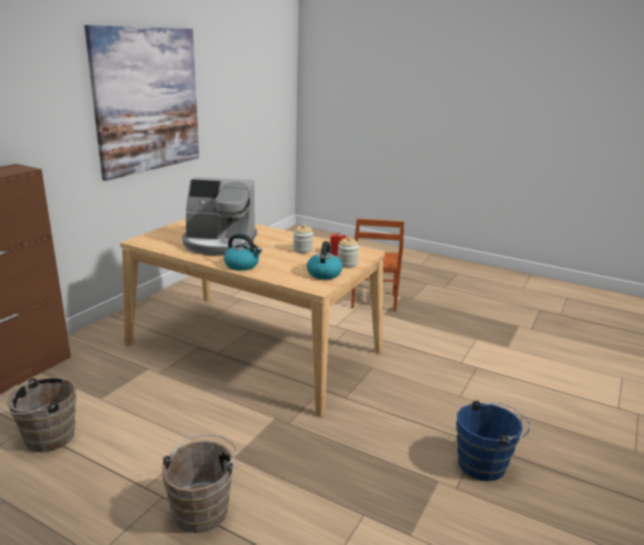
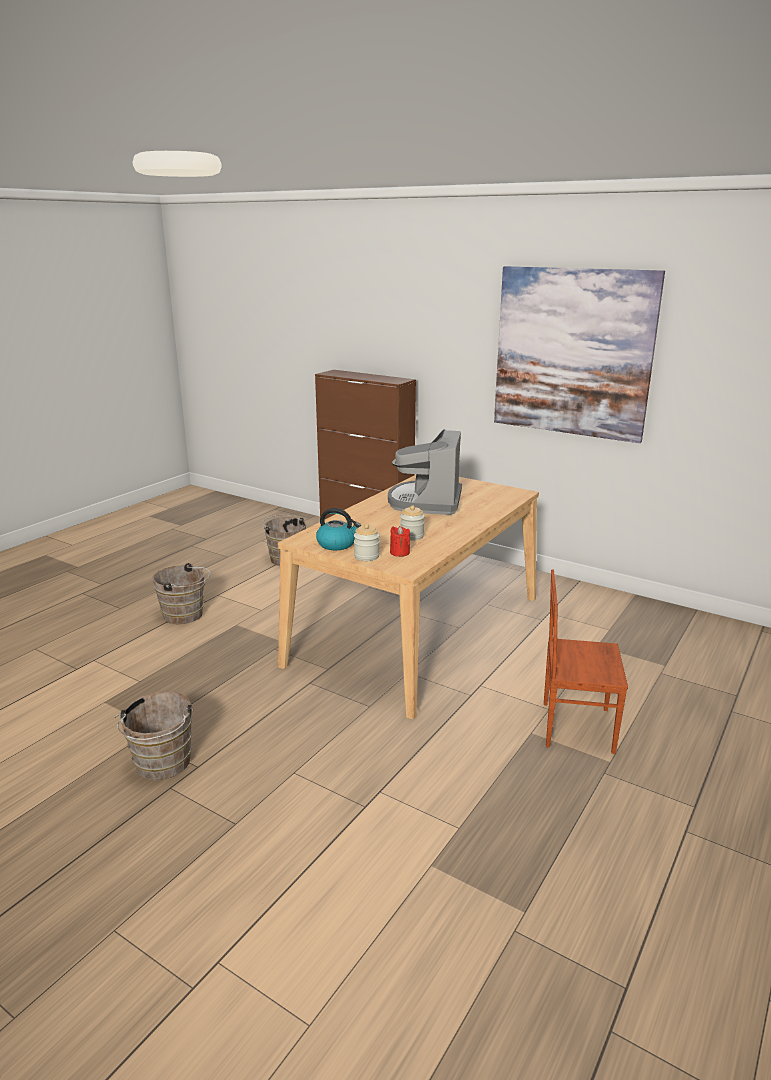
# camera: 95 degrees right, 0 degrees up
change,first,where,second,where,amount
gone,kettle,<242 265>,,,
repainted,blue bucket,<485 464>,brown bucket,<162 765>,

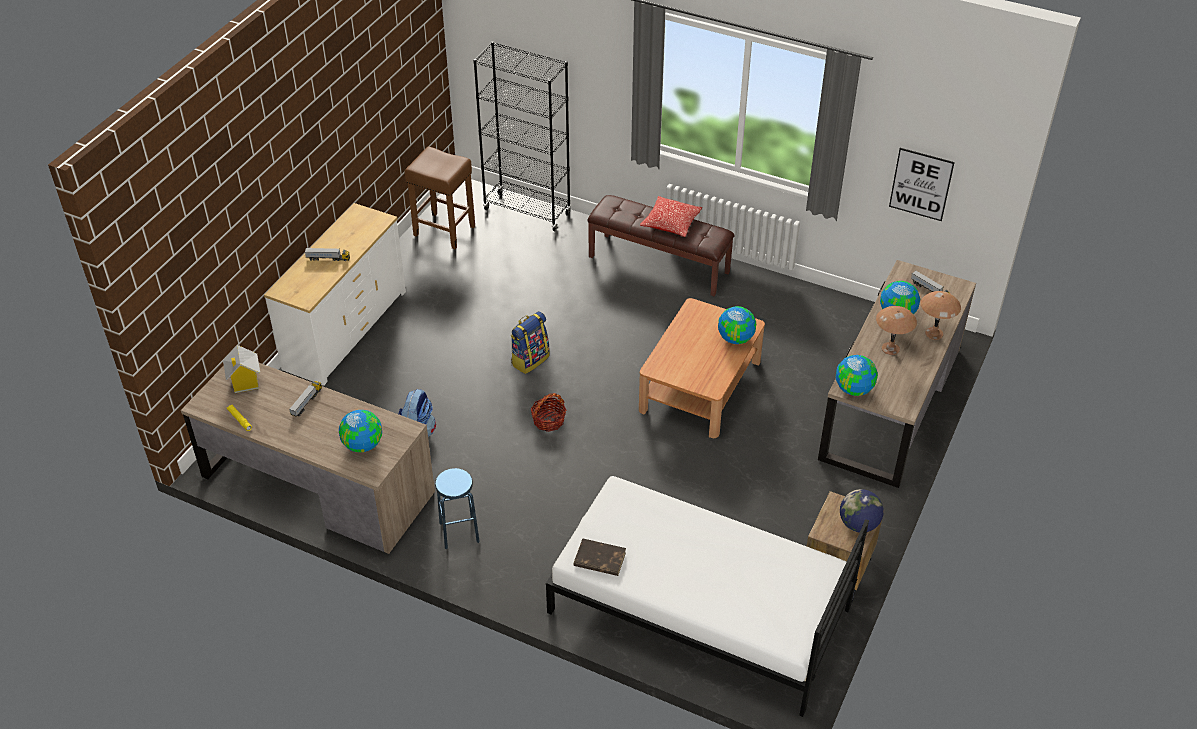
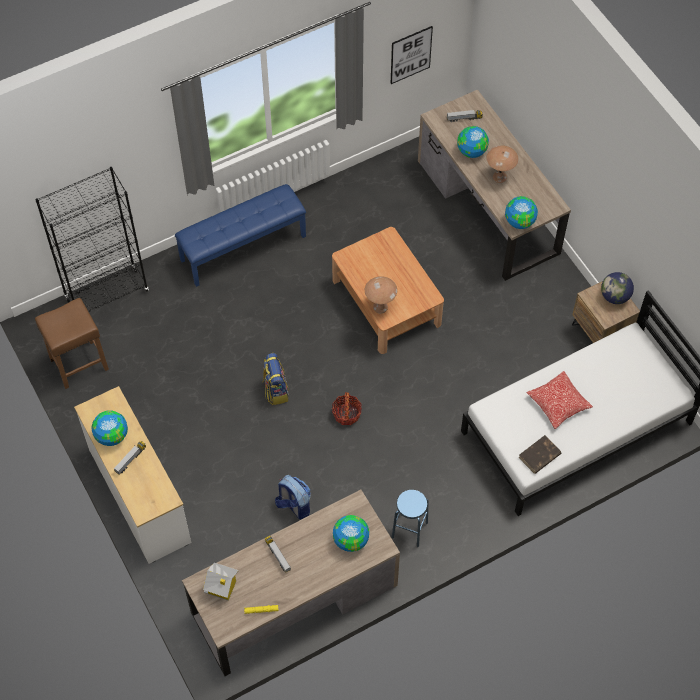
# camera: 55 degrees left, 15 degrees up
change,first,where,second,where,amount
repainted,brown bench,<659 264>,blue bench,<243 247>,
shifted,pillow,<671 223>,,<558 403>,
shifted,globe,<735 338>,,<111 436>,
shifted,brown table lamp,<934 333>,,<380 307>,

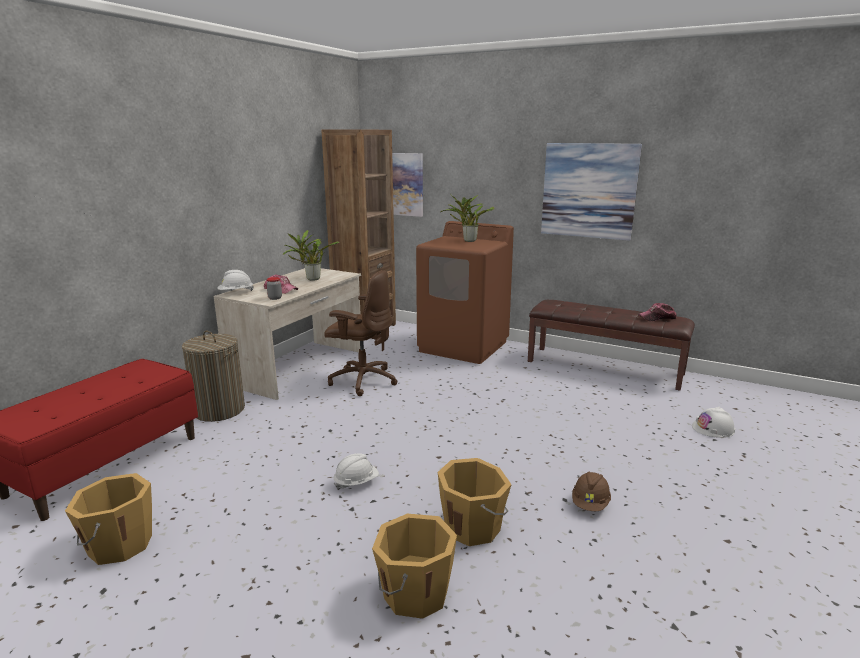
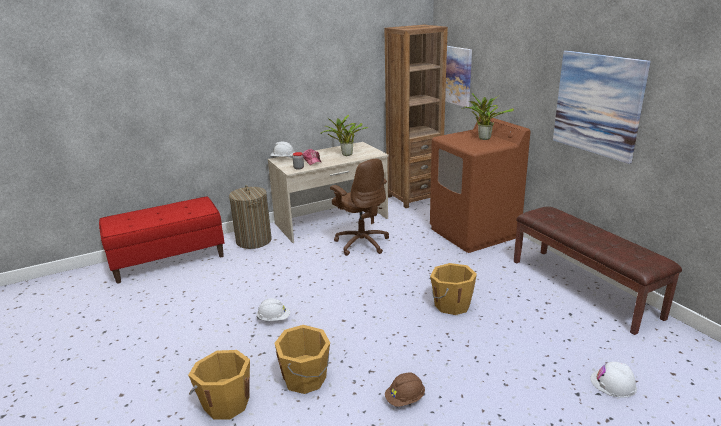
# camera: 35 degrees right, 5 degrees up
change,first,where,second,where,amount
shifted,orange bucket,<119 544>,,<451 304>,
gone,cap,<657 318>,,,

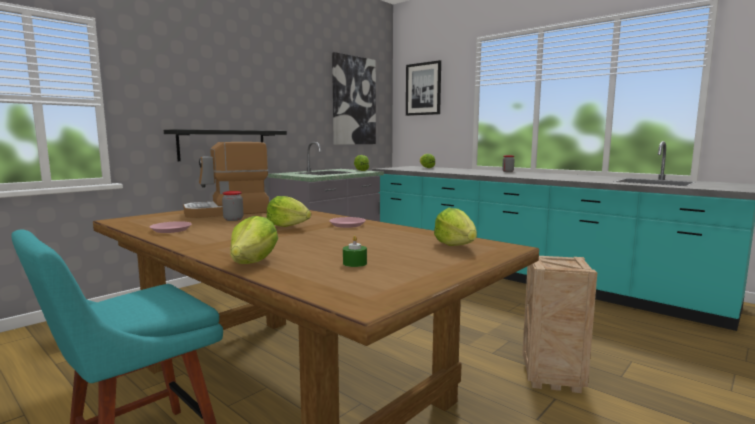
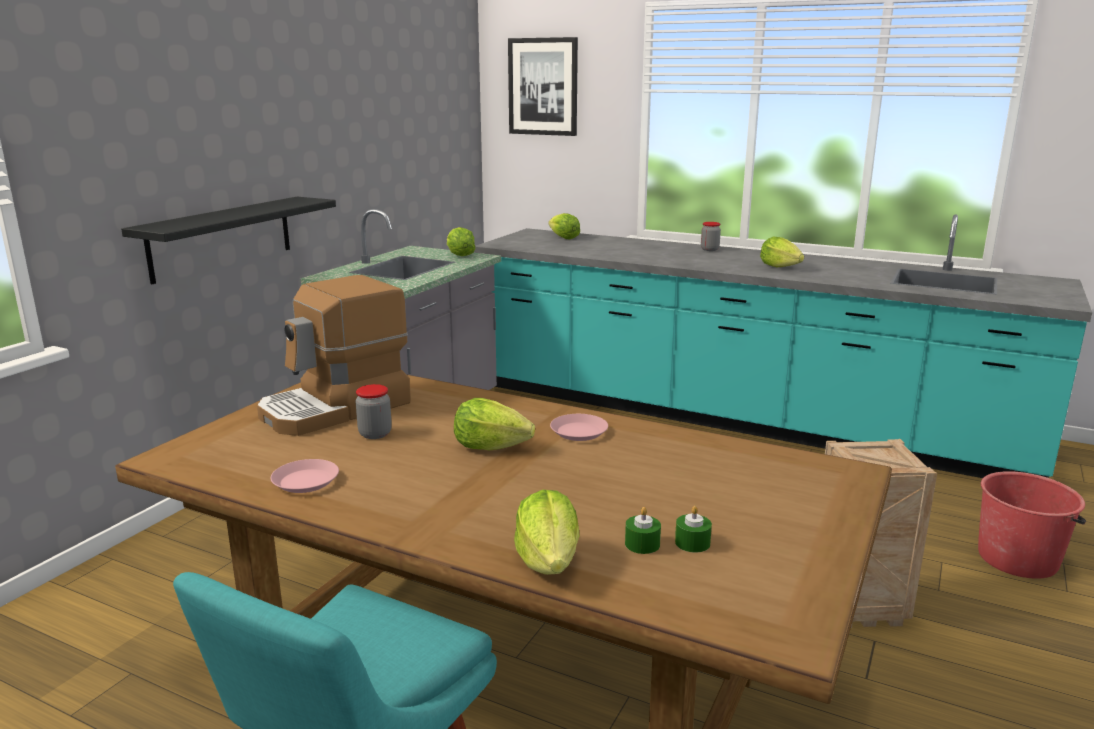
# camera: 15 degrees left, 10 degrees up
change,first,where,second,where,amount
gone,picture,<353 101>,,,
shifted,lettuce,<455 246>,,<780 267>,
new,,,green candle,<642 544>,
new,,,red bucket,<1018 558>,

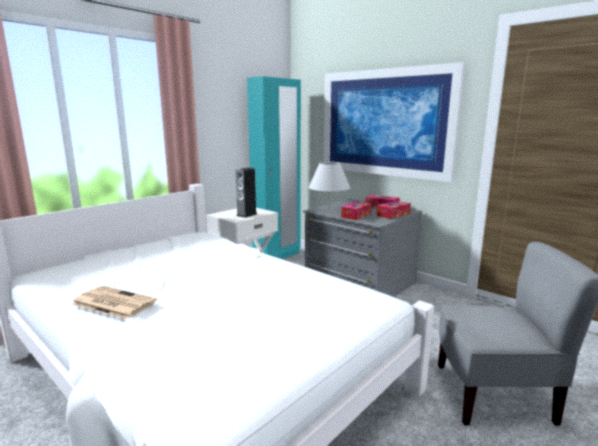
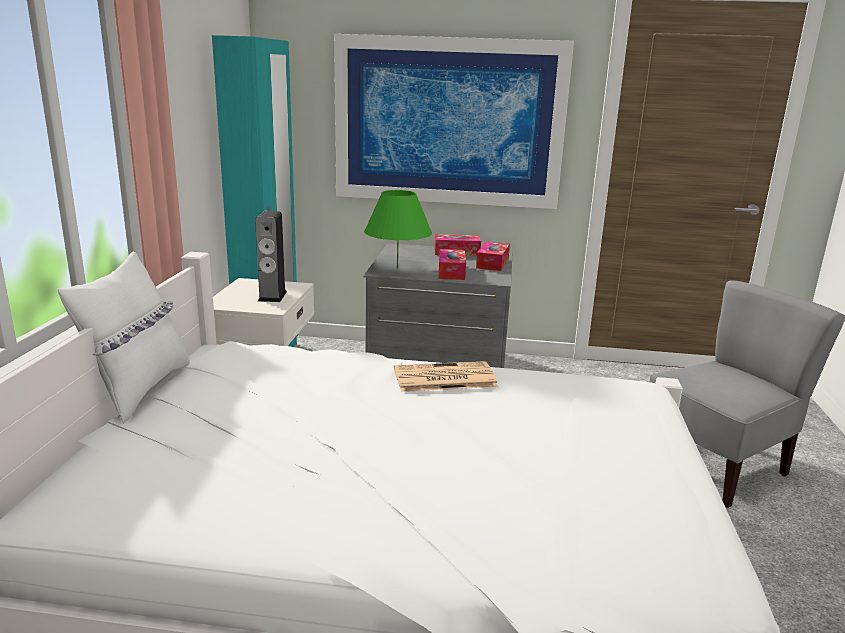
# camera: 35 degrees left, 5 degrees up
change,first,where,second,where,amount
shifted,newspaper,<112 303>,,<443 378>,
repainted,white table lamp,<328 209>,green table lamp,<397 267>,
new,,,white pillow,<139 389>,

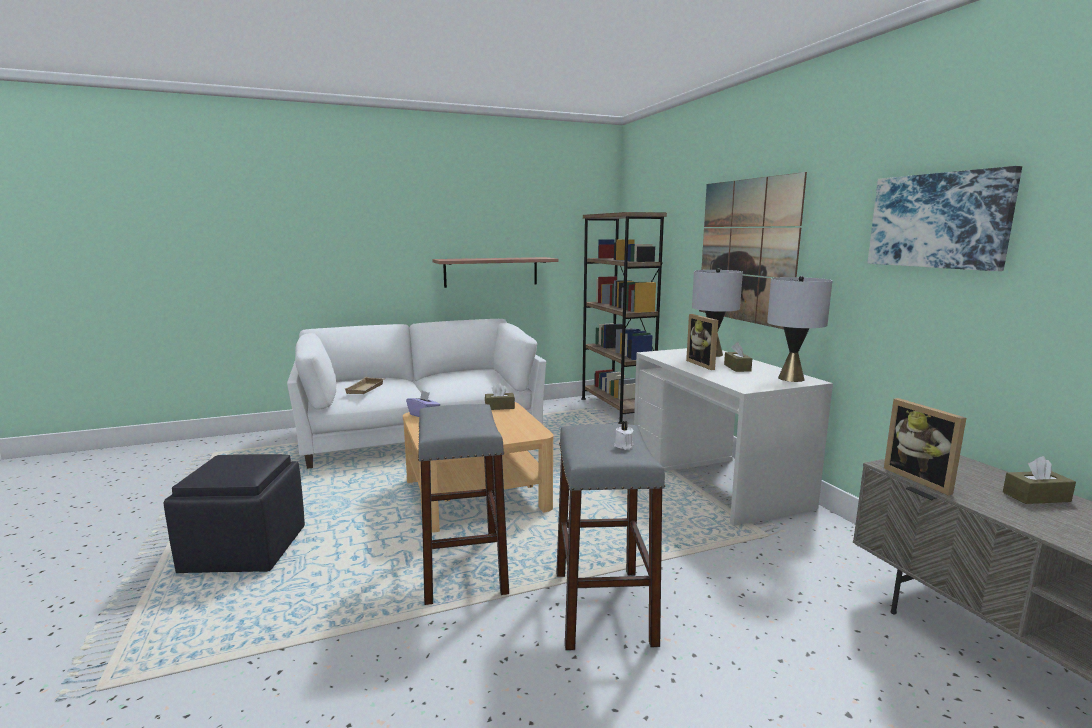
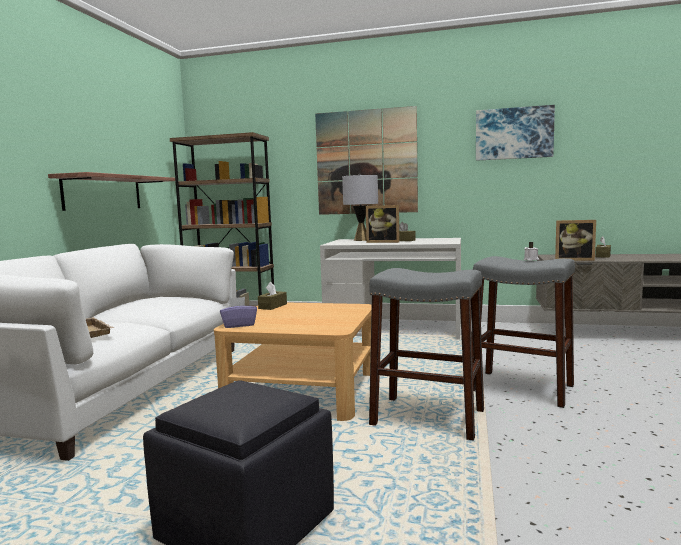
# camera: 55 degrees left, 5 degrees down
change,first,where,second,where,amount
gone,grey table lamp,<790 378>,,,

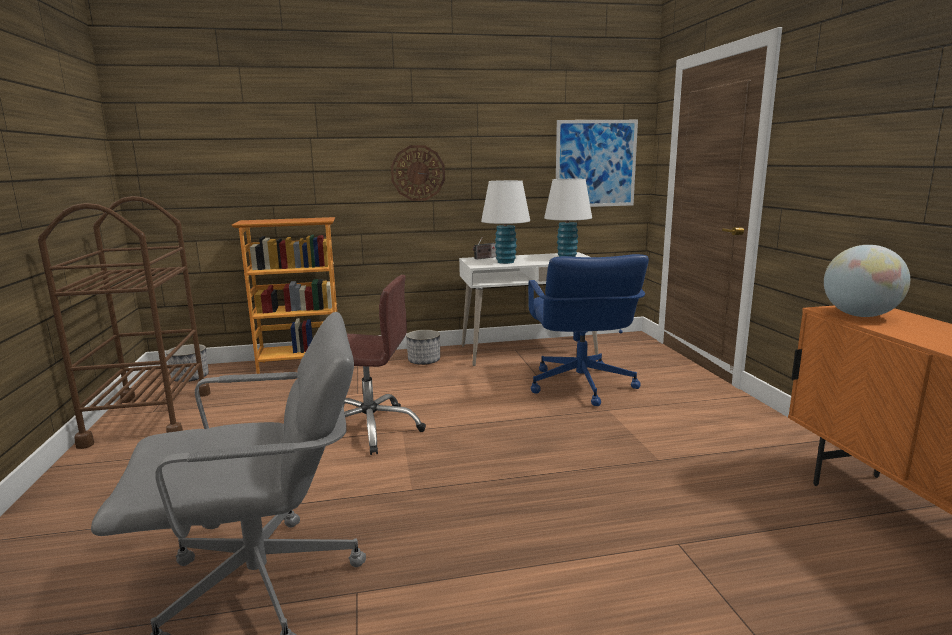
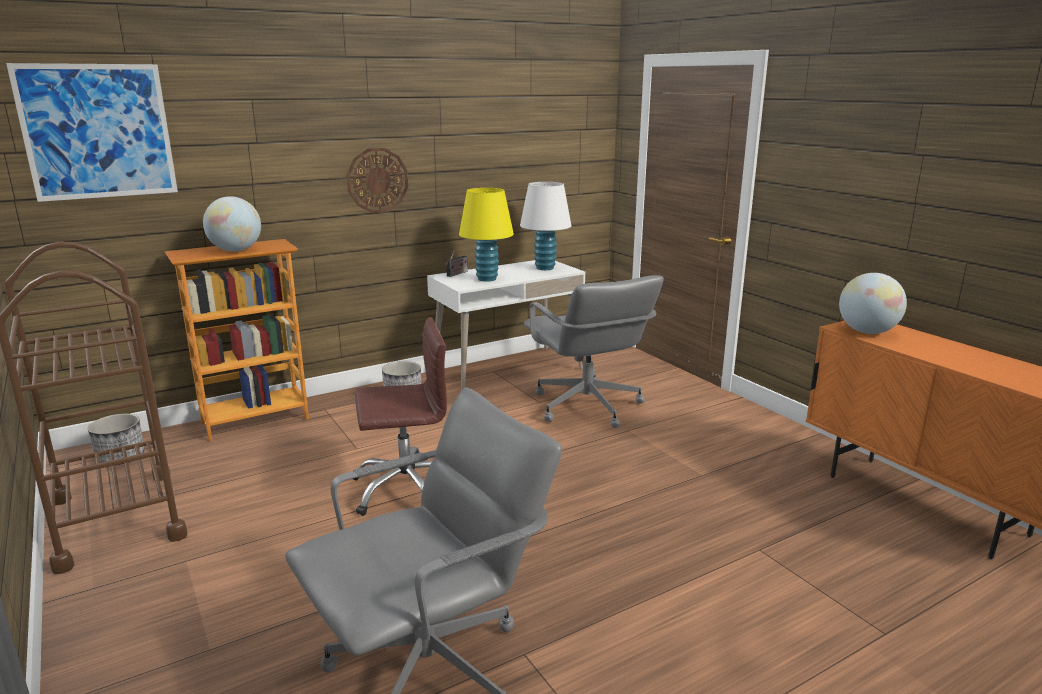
# camera: 20 degrees left, 5 degrees up
change,first,where,second,where,amount
repainted,white table lamp,<505 262>,yellow table lamp,<487 279>,
repainted,blue office chair,<580 386>,grey office chair,<586 407>,
shifted,picture,<595 164>,,<98 132>,
new,,,globe,<236 250>,

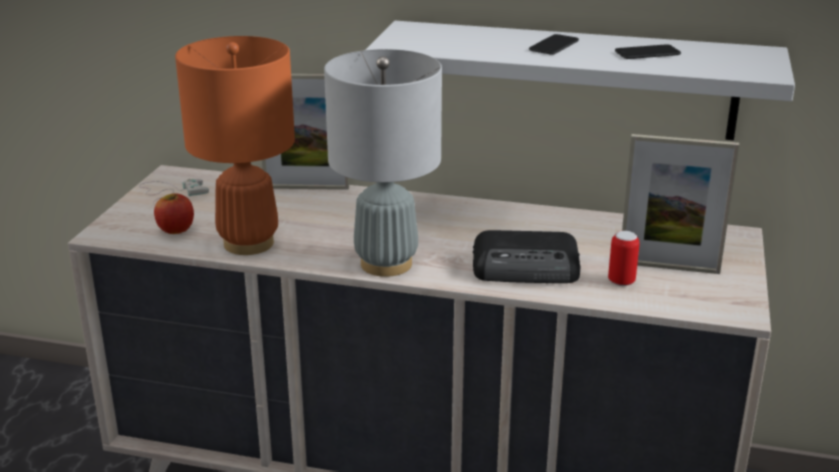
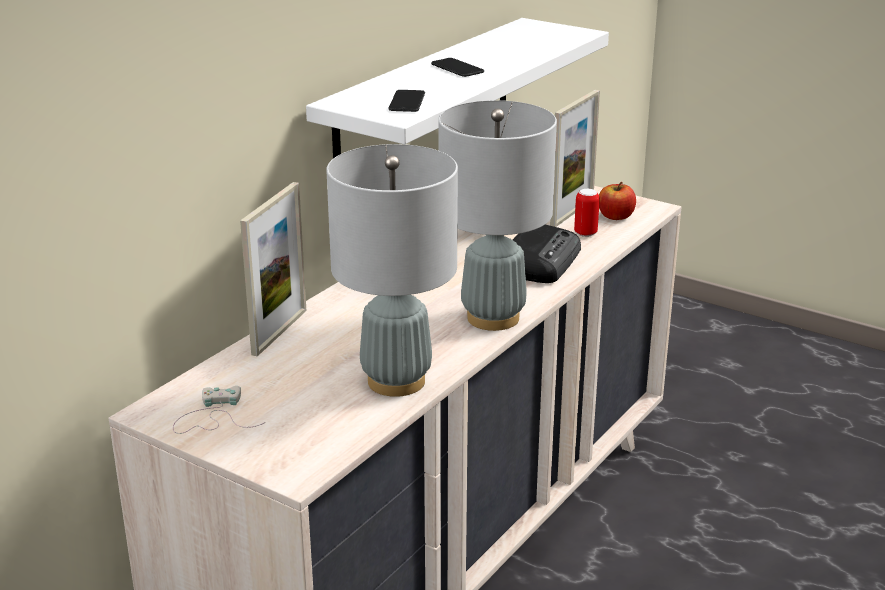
# camera: 70 degrees left, 0 degrees up
change,first,where,second,where,amount
shifted,apple,<176 229>,,<615 216>,
repainted,orange table lamp,<248 243>,grey table lamp,<396 381>,
shifted,phone,<647 53>,,<407 102>,

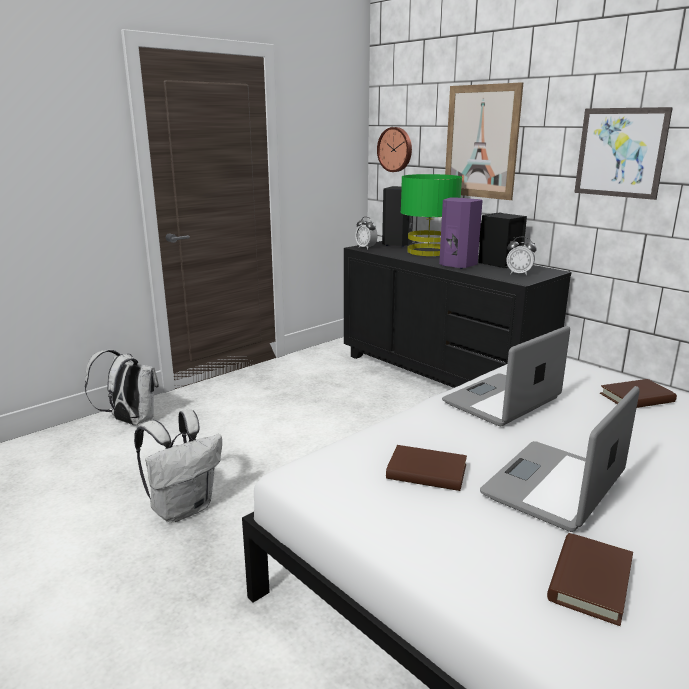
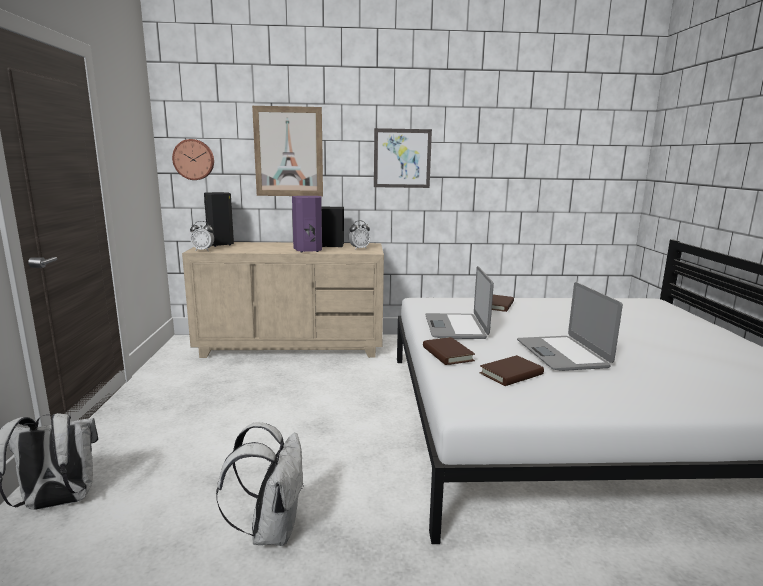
# camera: 50 degrees left, 5 degrees down
change,first,where,second,where,amount
repainted,black dresser,<440 374>,beige dresser,<291 347>,
gone,green table lamp,<428 252>,,,
shifted,brown book,<590 581>,,<447 354>,

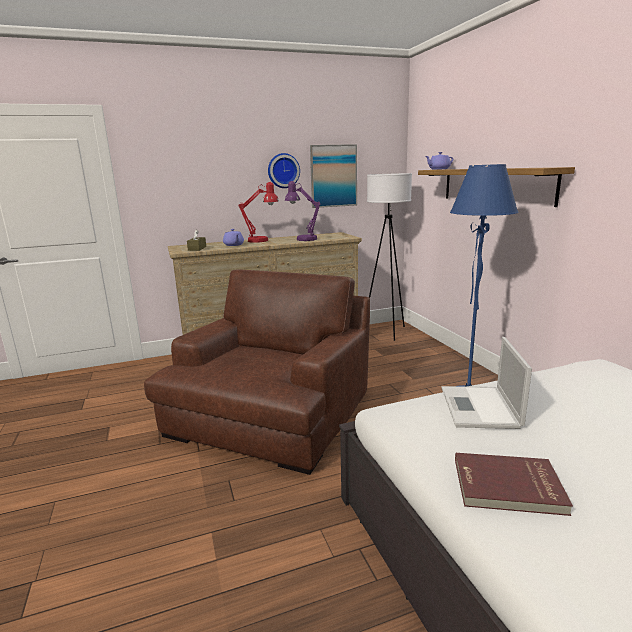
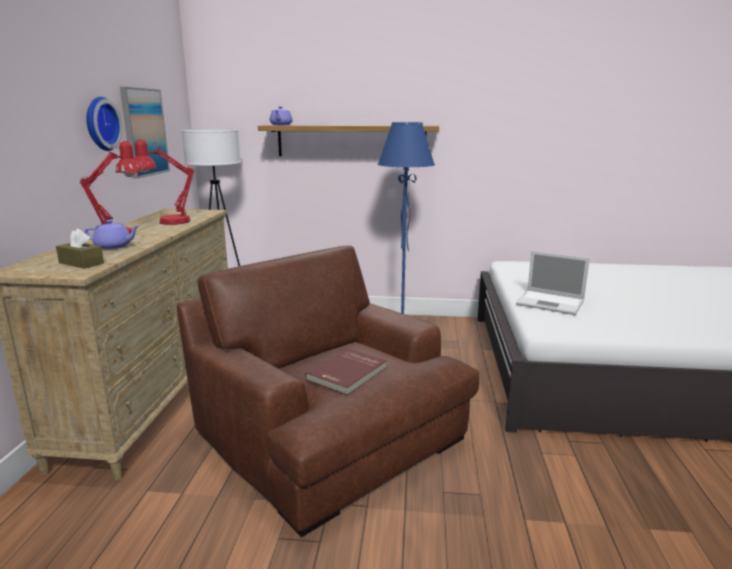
# camera: 65 degrees left, 0 degrees up
change,first,where,second,where,amount
repainted,purple table lamp,<303 239>,red table lamp,<167 222>,
shifted,red book,<508 487>,,<348 374>,

